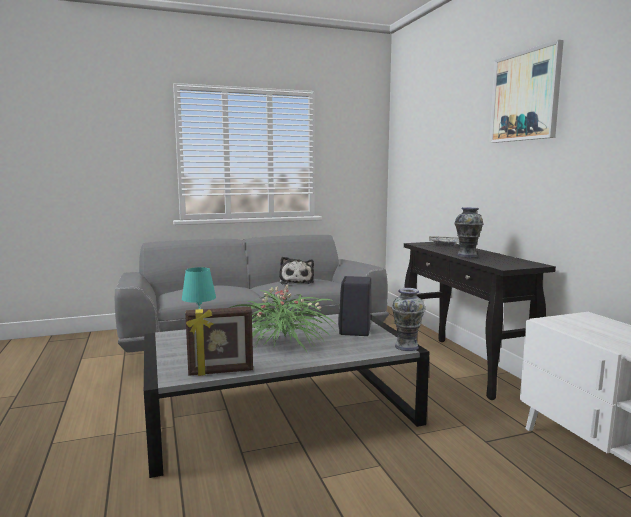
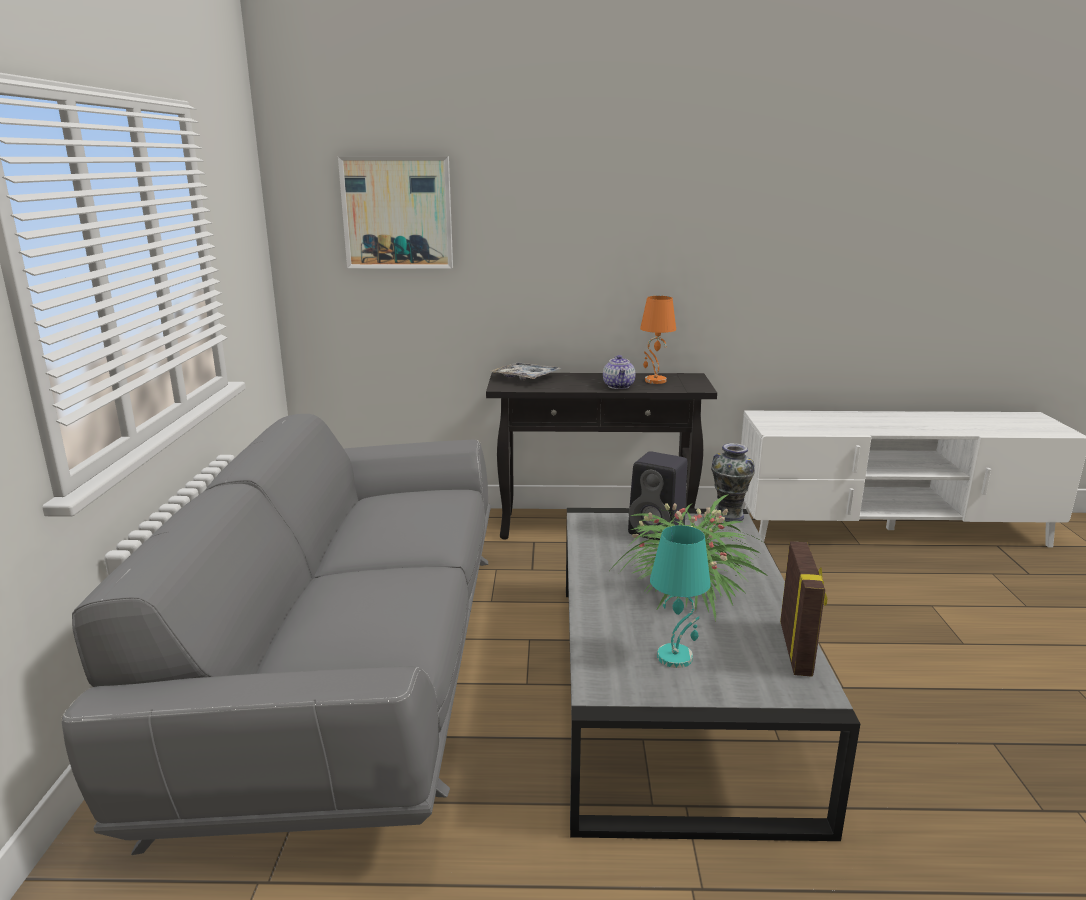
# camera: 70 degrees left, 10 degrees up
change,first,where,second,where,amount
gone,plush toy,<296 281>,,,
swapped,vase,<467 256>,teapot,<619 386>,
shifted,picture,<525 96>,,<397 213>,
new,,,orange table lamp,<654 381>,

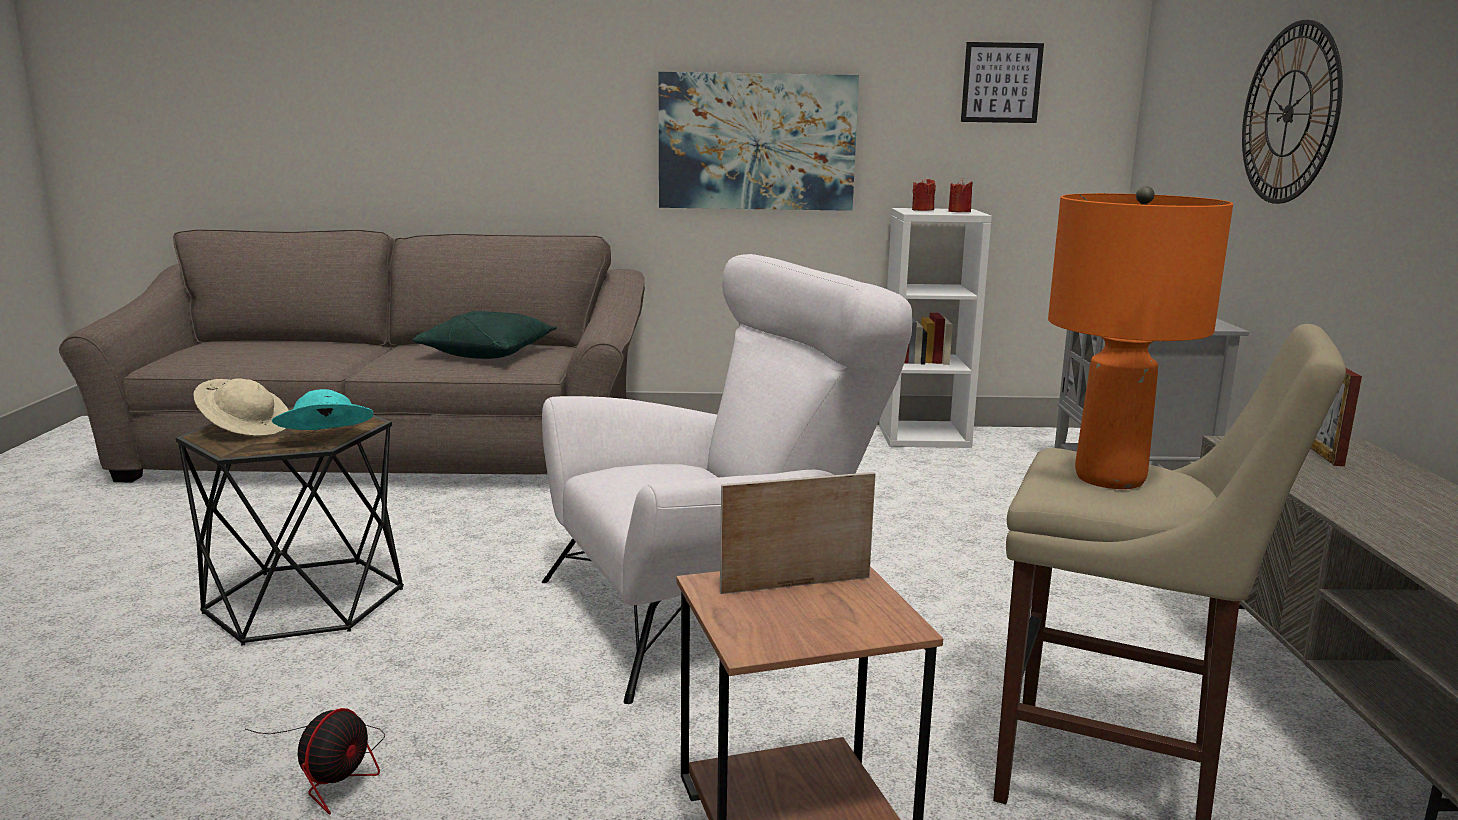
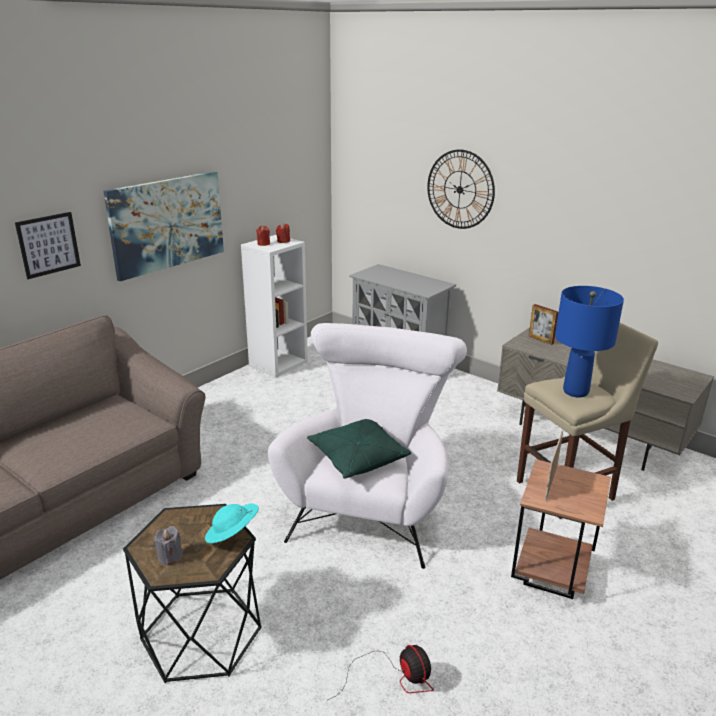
# camera: 50 degrees left, 10 degrees up
change,first,where,second,where,amount
swapped,beige hat,<246 428>,grey candle,<170 557>,
shifted,green pillow,<488 353>,,<357 458>,
shifted,picture,<1001 83>,,<48 245>,
repainted,orange table lamp,<1111 478>,blue table lamp,<576 391>,

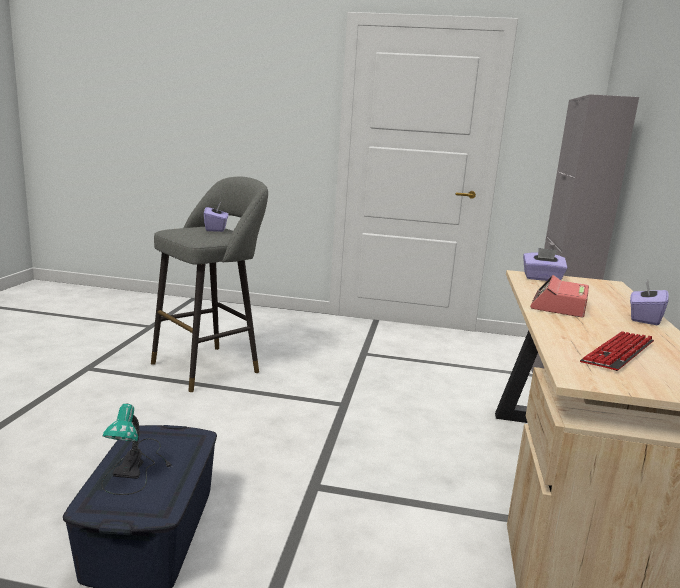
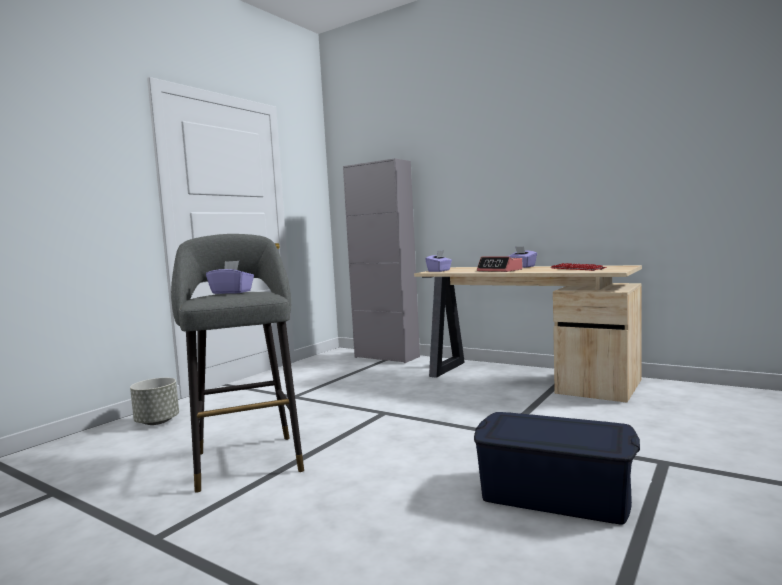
# camera: 65 degrees left, 10 degrees down
change,first,where,second,where,amount
gone,table lamp,<137 467>,,,
new,,,grey planter,<157 421>,

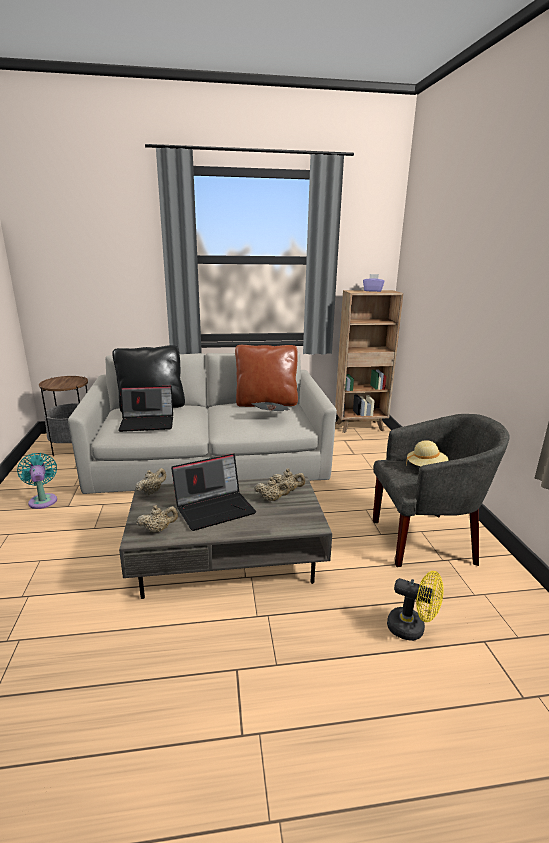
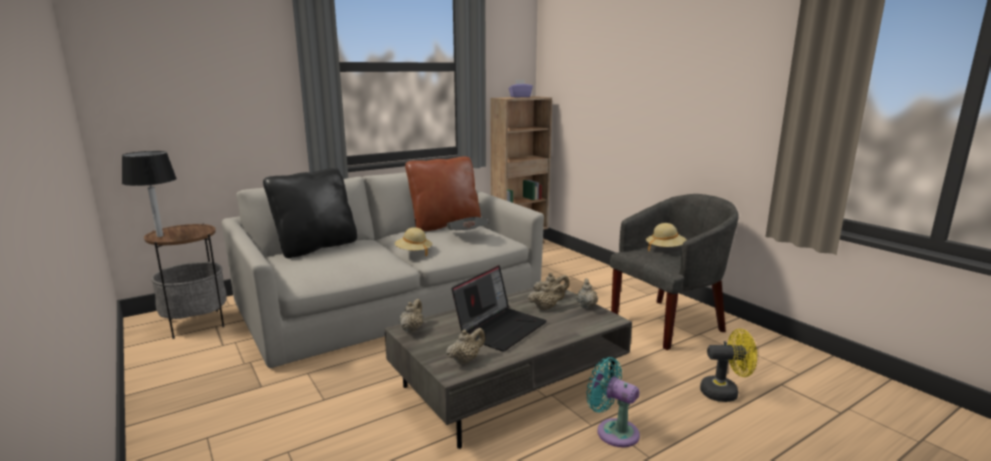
# camera: 25 degrees left, 5 degrees down
change,first,where,second,where,amount
shifted,turquoise fan,<43 500>,,<613 431>,
gone,laptop,<148 423>,,,
new,,,black table lamp,<160 236>,
new,,,beige hat,<413 252>,
new,,,beige teapot,<586 306>,

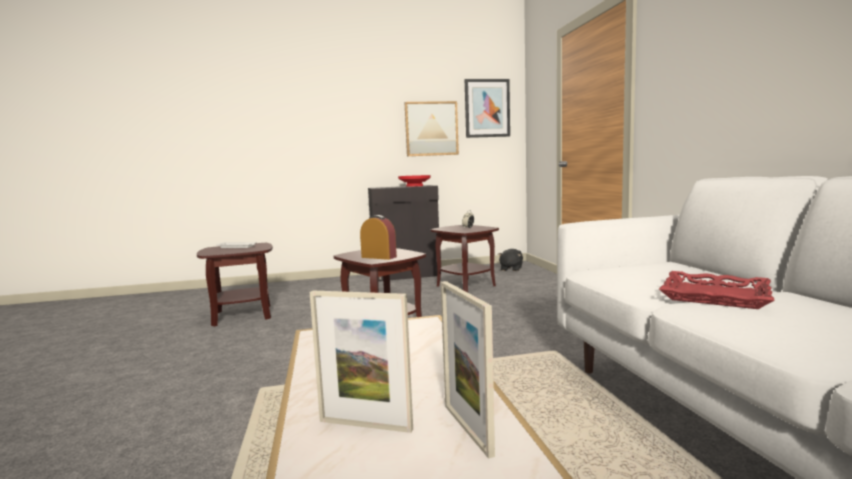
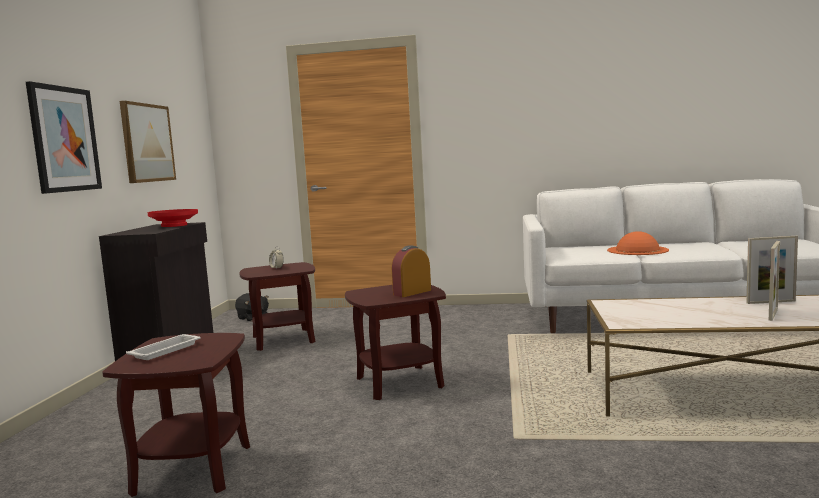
# camera: 70 degrees left, 0 degrees up
change,first,where,second,where,amount
shifted,picture,<487 108>,,<64 139>,
swapped,red tray,<715 296>,orange hat,<637 250>,

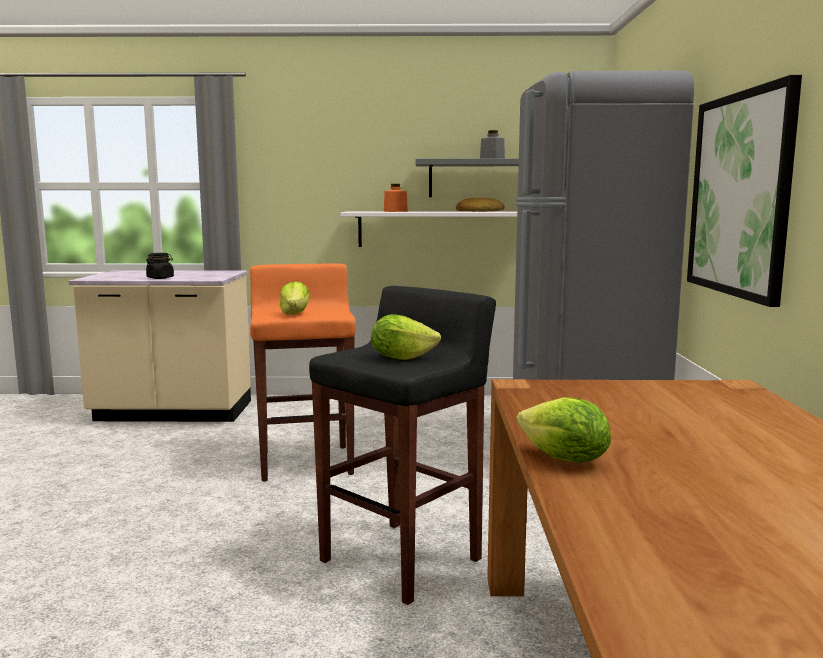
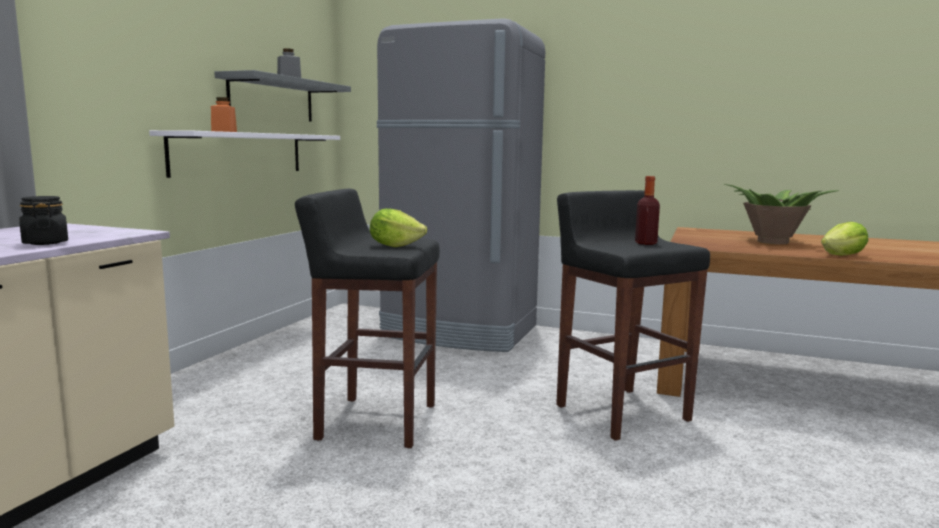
# camera: 70 degrees left, 0 degrees up
change,first,where,second,where,amount
repainted,orange stool,<306 462>,black stool,<375 421>,
swapped,lettuce,<401 358>,bottle,<646 243>,
gone,bread,<479 211>,,,
gone,picture,<740 194>,,,
new,,,potted plant,<771 242>,

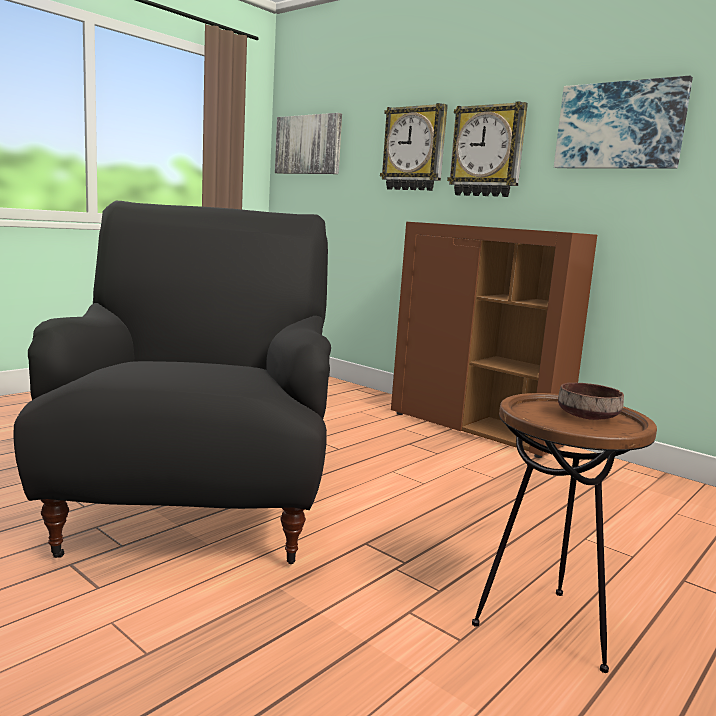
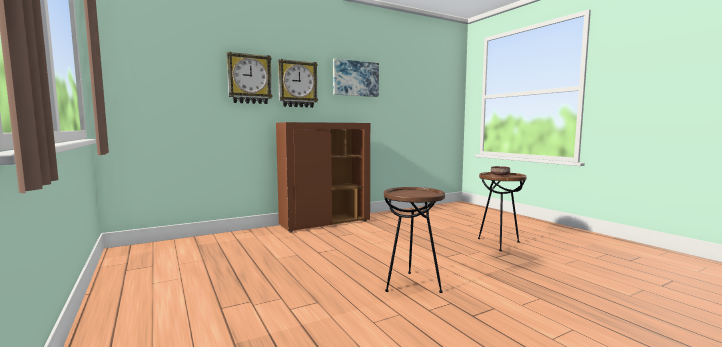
# camera: 70 degrees left, 5 degrees down
change,first,where,second,where,amount
swapped,black armchair,<196 512>,brown side table,<412 285>,
gone,picture,<308 145>,,,

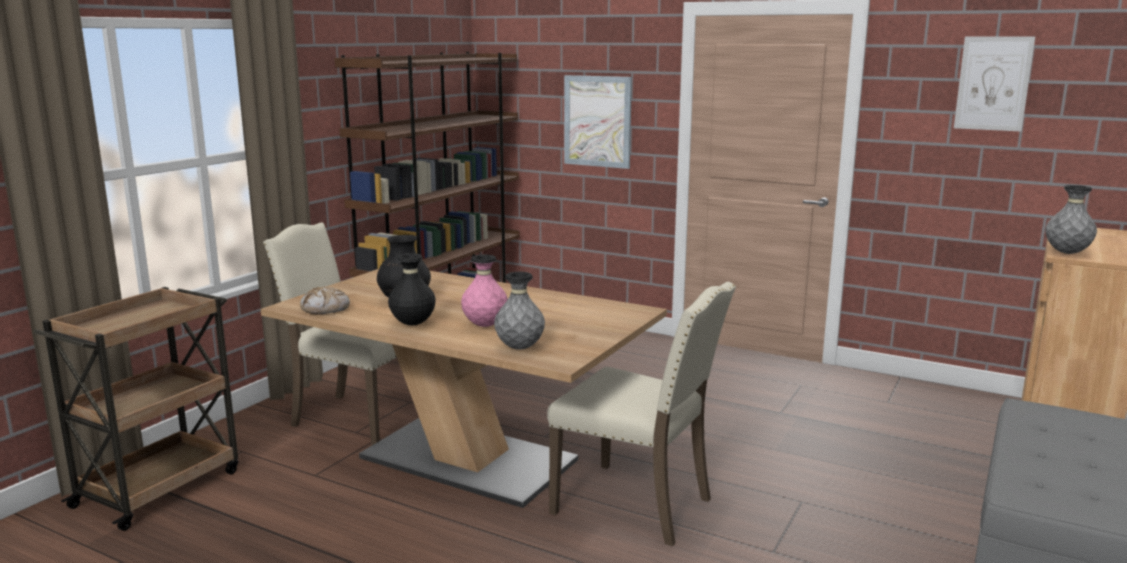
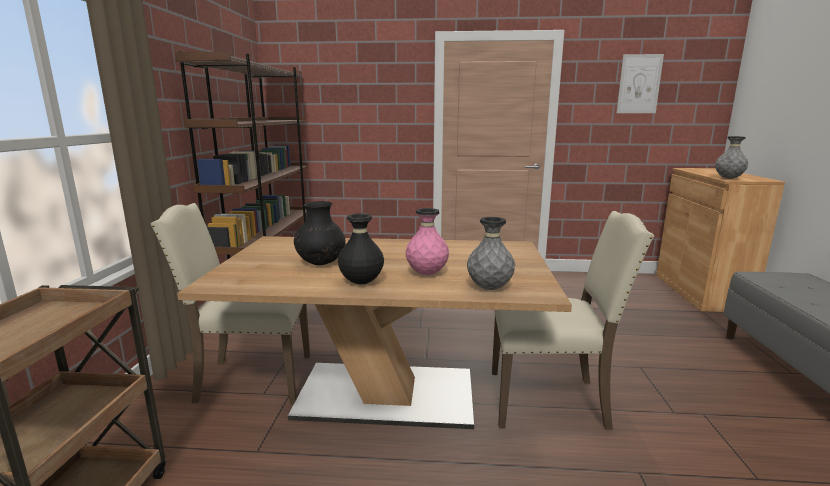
# camera: 25 degrees left, 0 degrees up
change,first,where,second,where,amount
gone,bread,<325 309>,,,
gone,picture,<597 121>,,,

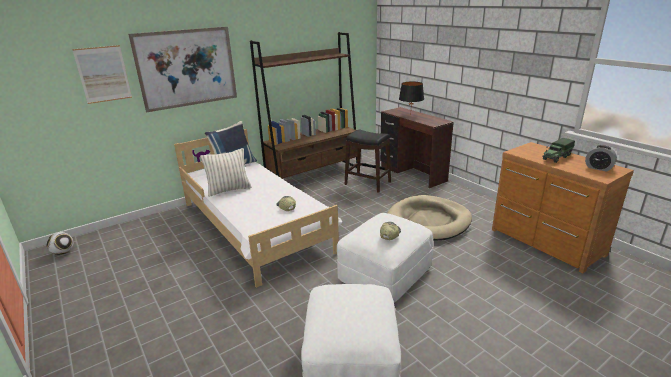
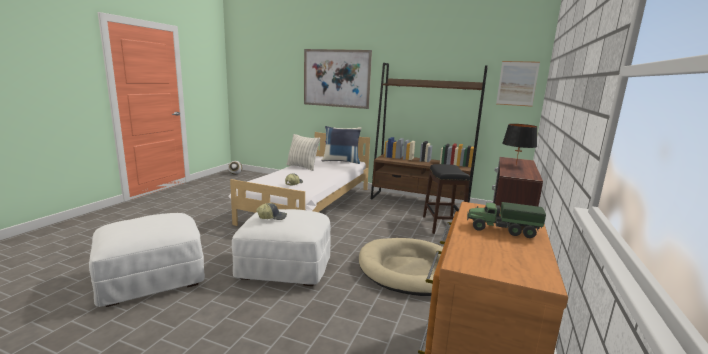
# camera: 55 degrees right, 10 degrees down
change,first,where,second,where,amount
shifted,picture,<103 74>,,<517 83>,
gone,alarm clock,<598 168>,,,

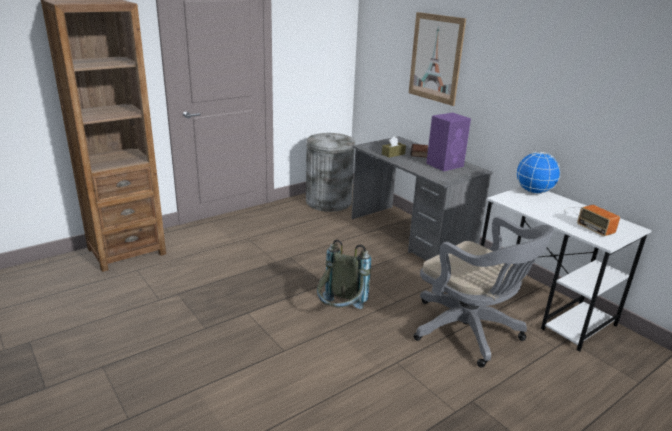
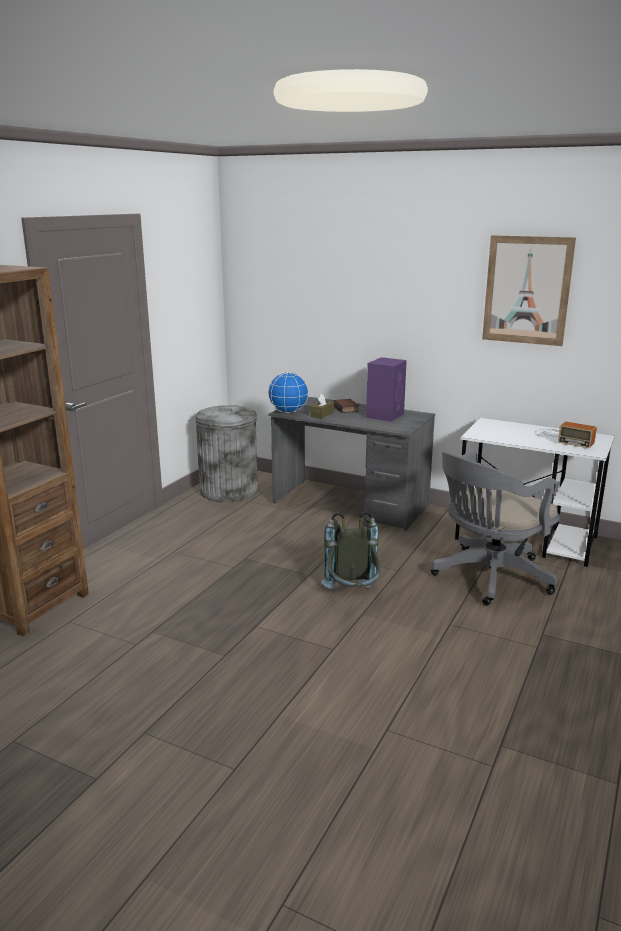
# camera: 25 degrees left, 5 degrees down
change,first,where,second,where,amount
shifted,picture,<436 58>,,<527 290>,
rotated,grey office chair,<470 332>,,<488 578>,120 degrees clockwise
shifted,globe,<533 192>,,<288 412>,

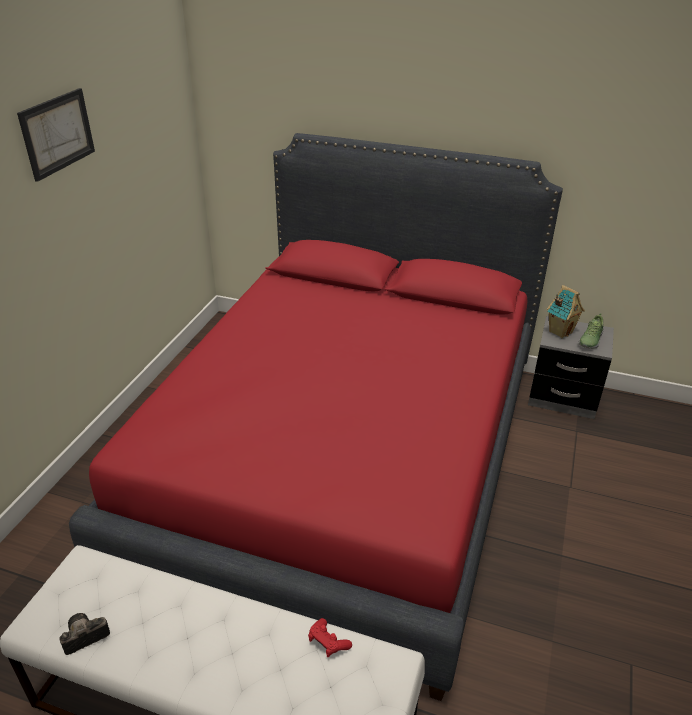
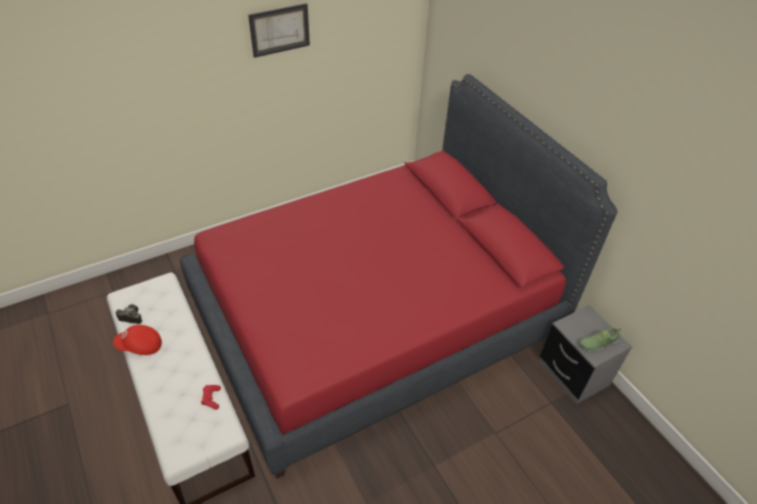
# camera: 40 degrees right, 10 degrees up
change,first,where,second,where,amount
gone,toy house,<560 332>,,,
new,,,red cap,<140 346>,

